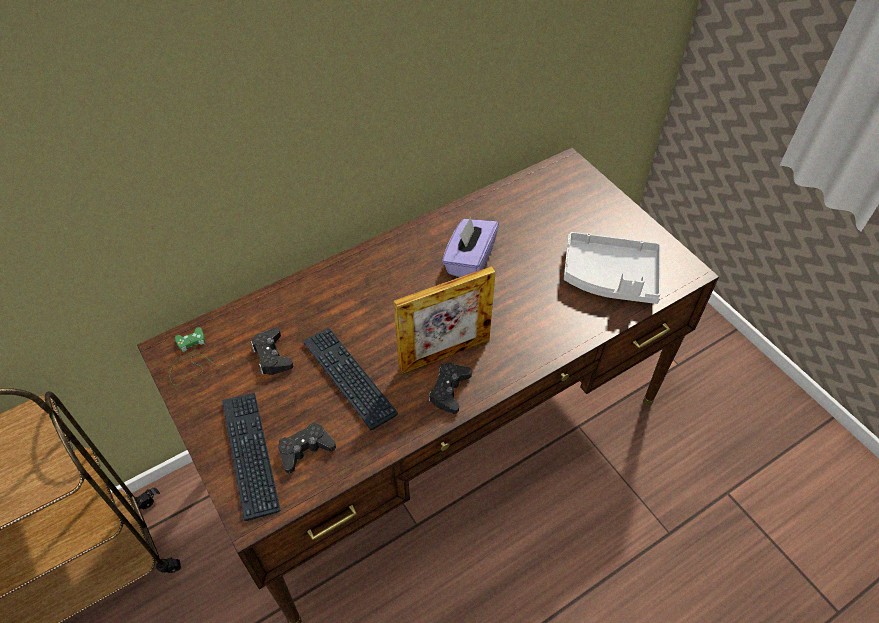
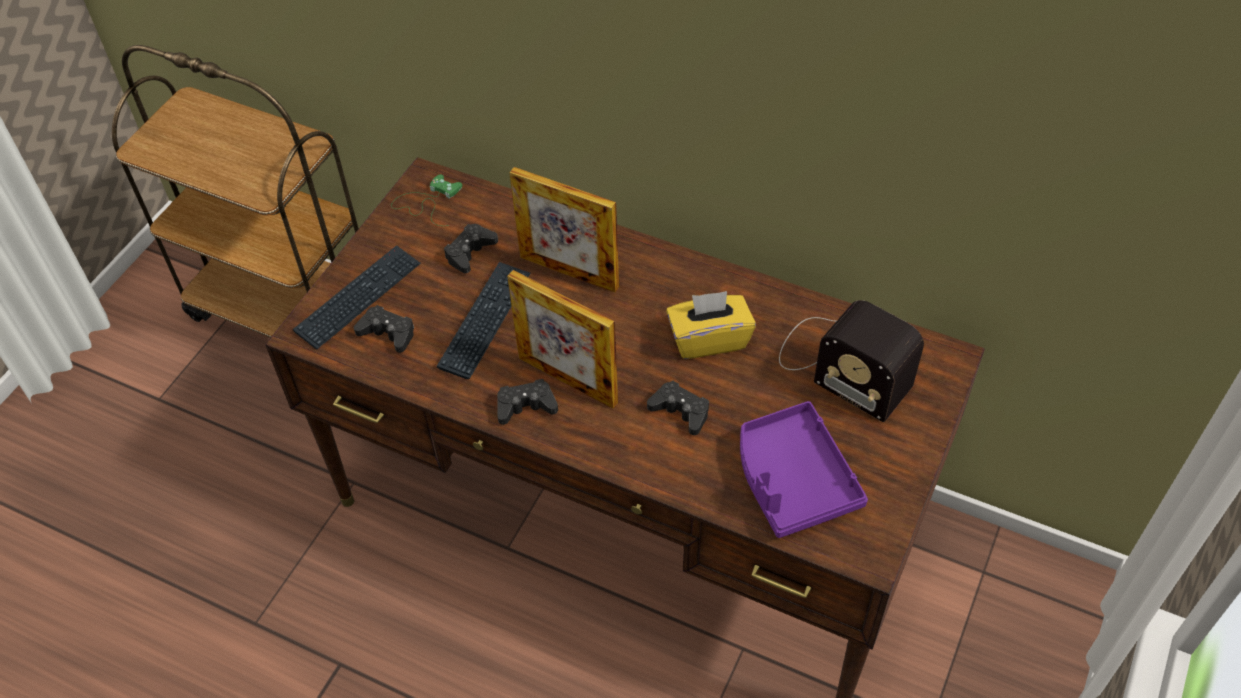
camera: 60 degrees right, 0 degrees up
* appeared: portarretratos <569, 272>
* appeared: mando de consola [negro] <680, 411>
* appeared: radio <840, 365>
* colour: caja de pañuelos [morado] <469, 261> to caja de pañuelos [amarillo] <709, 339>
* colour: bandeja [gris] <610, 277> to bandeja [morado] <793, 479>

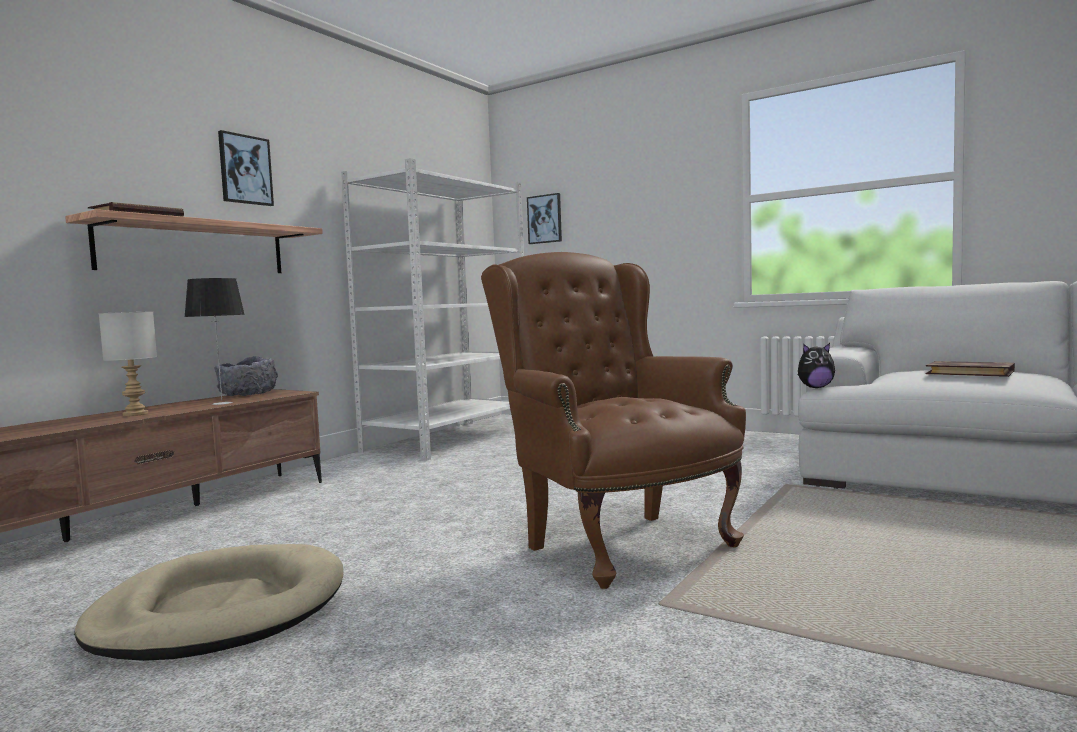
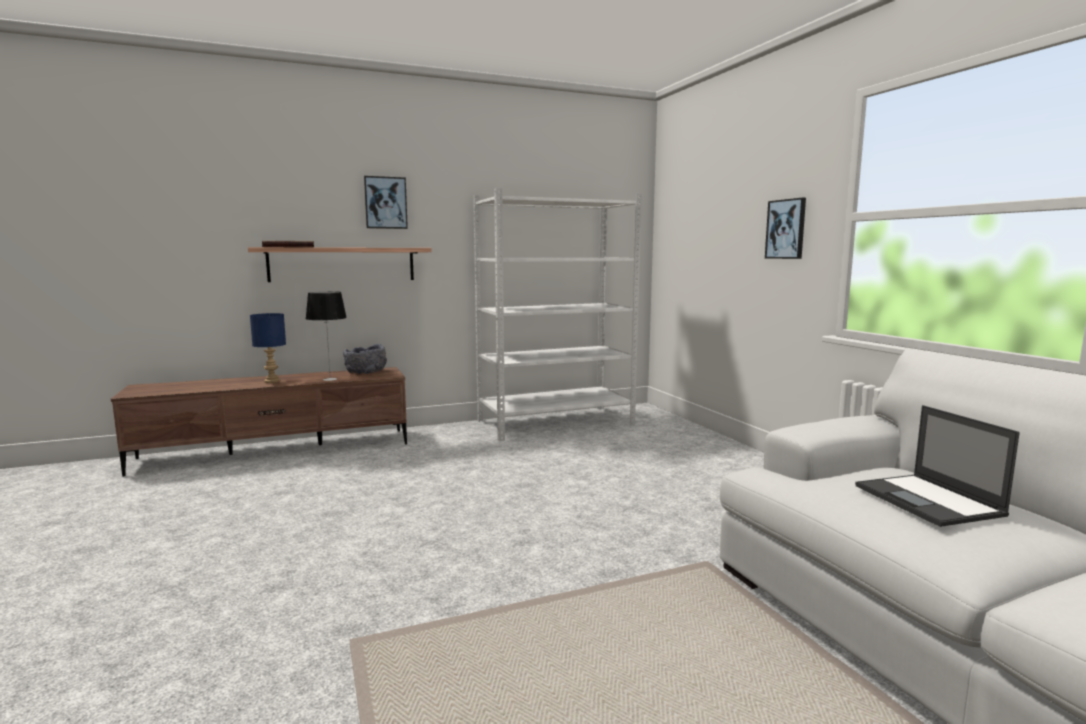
camera: 35 degrees right, 5 degrees up
* missing: cama para perro [beis] <220, 610>
* missing: sillón [marrón] <617, 541>
* missing: peluche <815, 388>
* relocated: cuadro <545, 219> to <786, 229>
* exchanged: libro <970, 372> to portátil <929, 501>
* colour: lámpara de mesa [gris] <135, 414> to lámpara de mesa [azul] <271, 381>

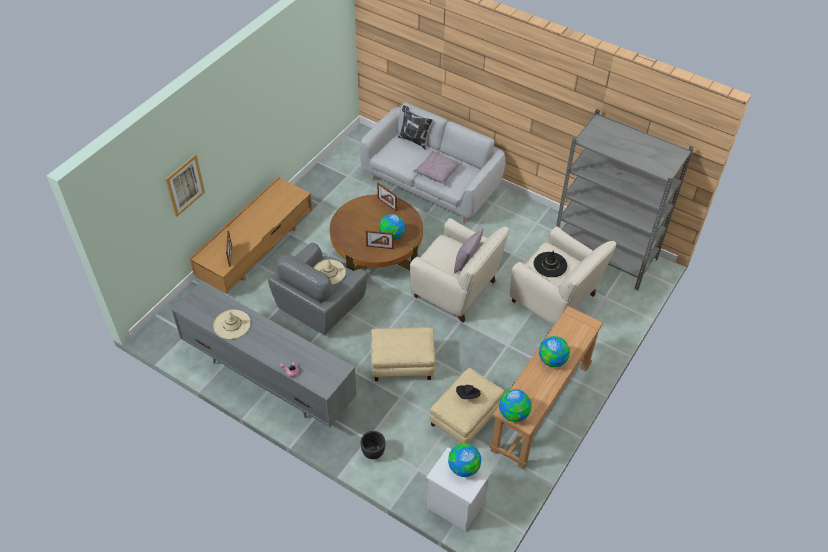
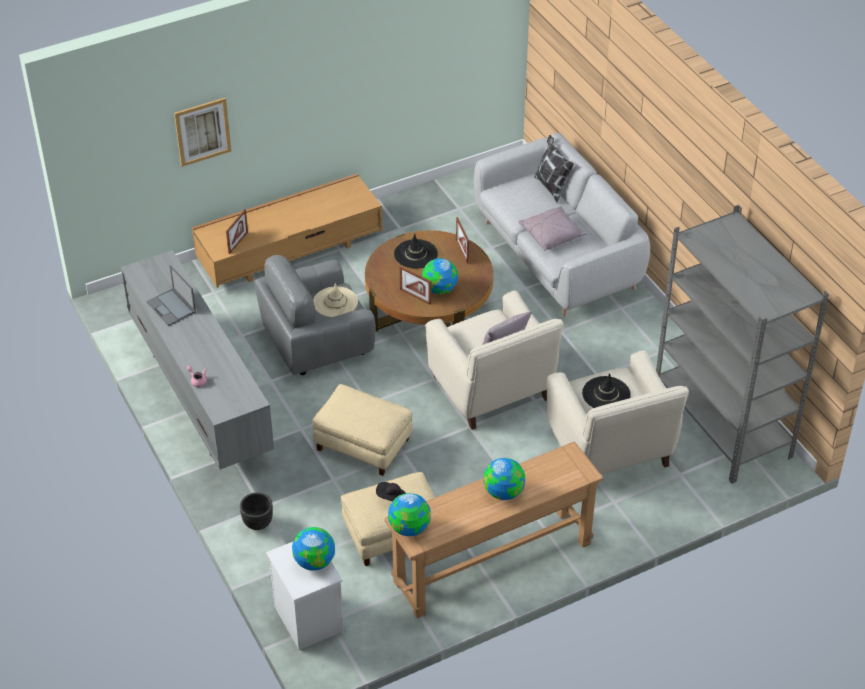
camera: 30 degrees right, 5 degrees down
* appeared: sombrero [negro] <416, 254>
* exchanged: sombrero [beis] <232, 324> to portátil <171, 307>

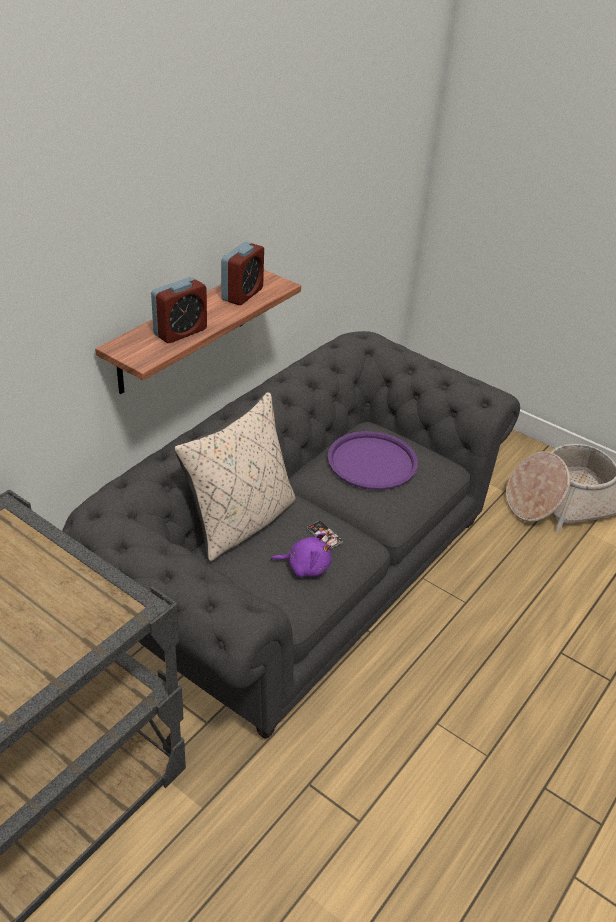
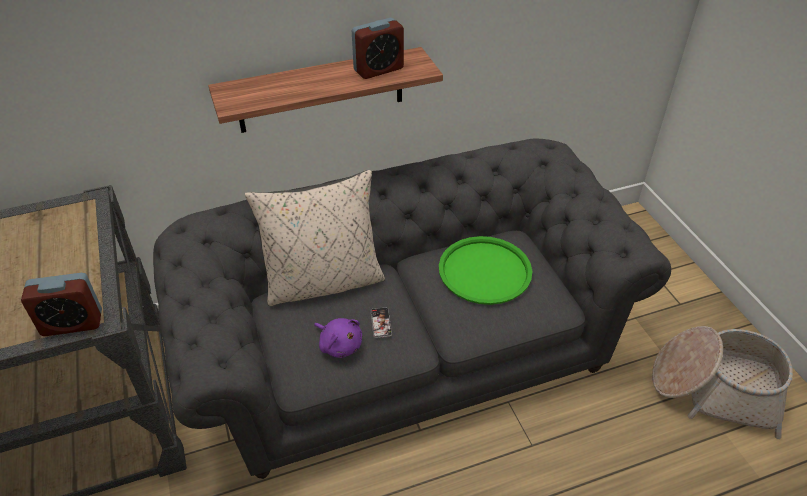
camera: 35 degrees right, 5 degrees up
* relocated: despertador <180, 332> to <72, 323>
* colour: bandeja [morado] <372, 461> to bandeja [verde] <484, 271>

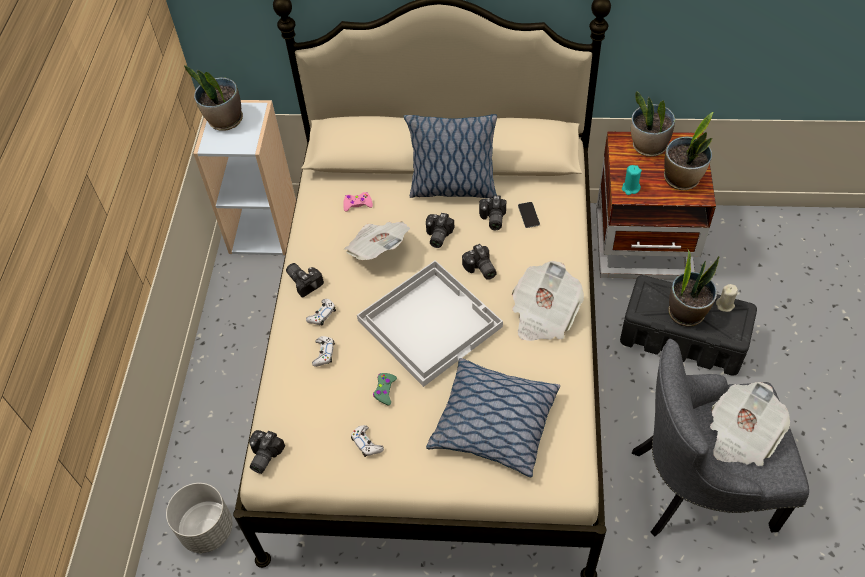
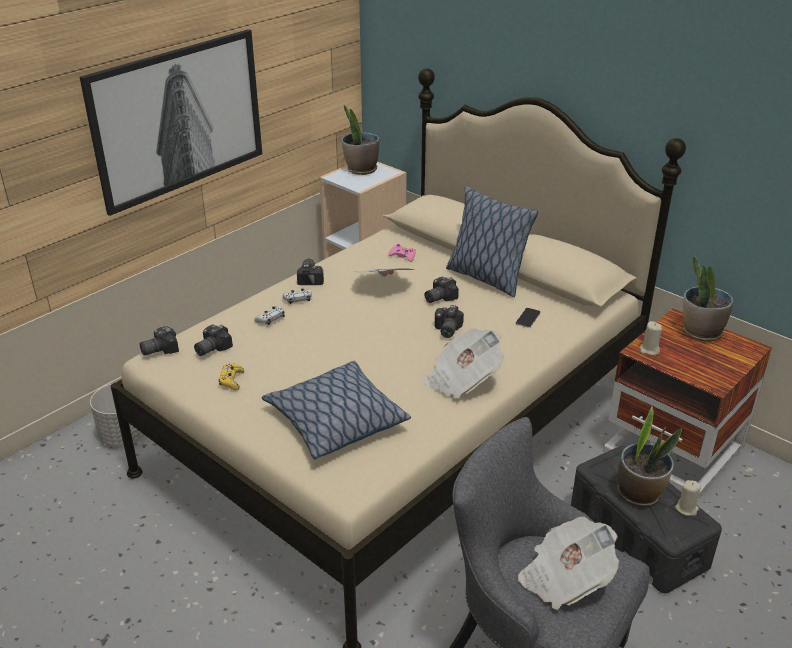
camera: 35 degrees right, 20 degrees down
* missing: bandeja [blanco] <429, 322>
* missing: mando de consola [verde] <385, 390>
* missing: planta en maceta <682, 179>
* appeared: cuadro <178, 118>
* relocated: cámara <492, 219> to <210, 348>
* colour: mando de consola [blanco] <366, 443> to mando de consola [amarillo] <231, 380>
* colour: vela [turquesa] <630, 188> to vela [beis] <649, 350>

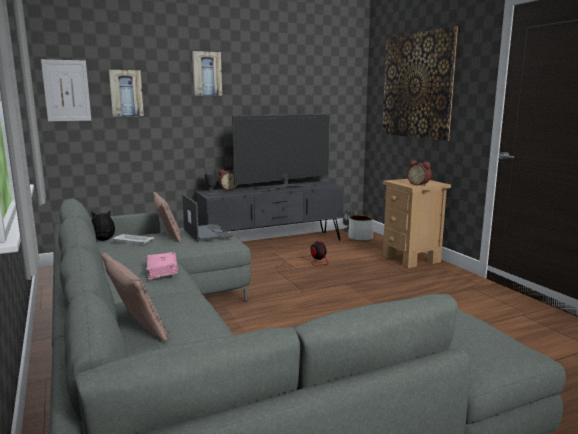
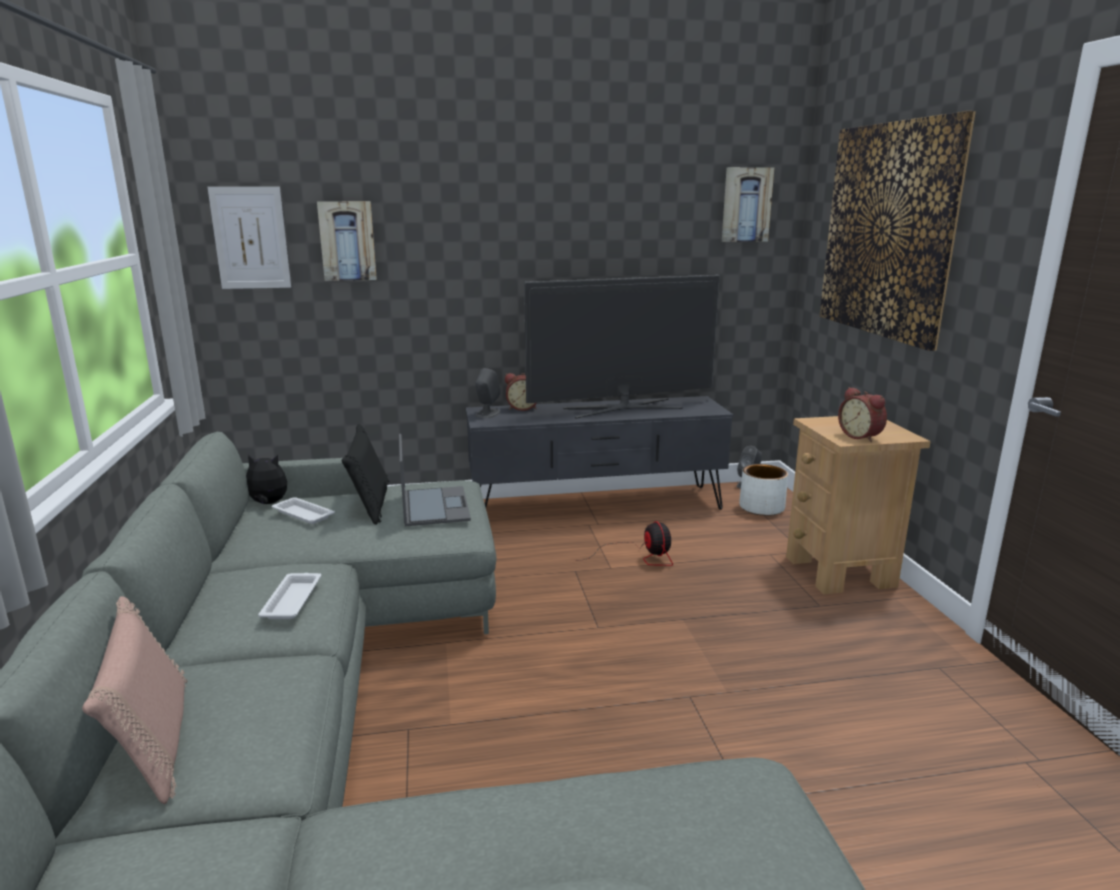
camera: 15 degrees right, 5 degrees up
* relocated: cuadro <206, 74> to <746, 205>
* exchanged: libro [rosa] <162, 271> to bandeja [blanco] <293, 600>
* colour: cojín [beis] <168, 235> to cojín [negro] <370, 503>

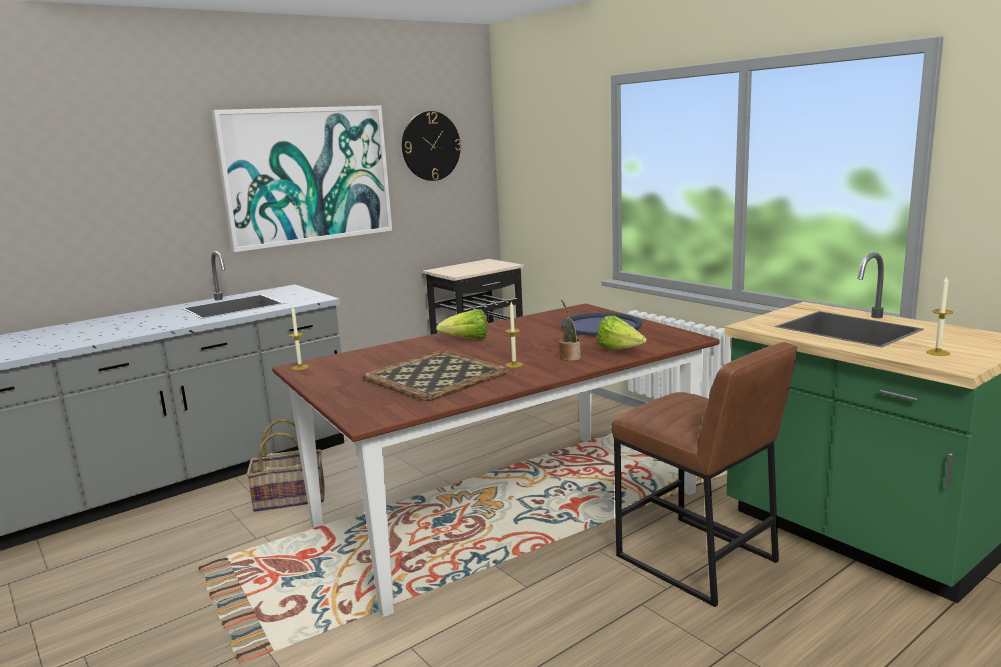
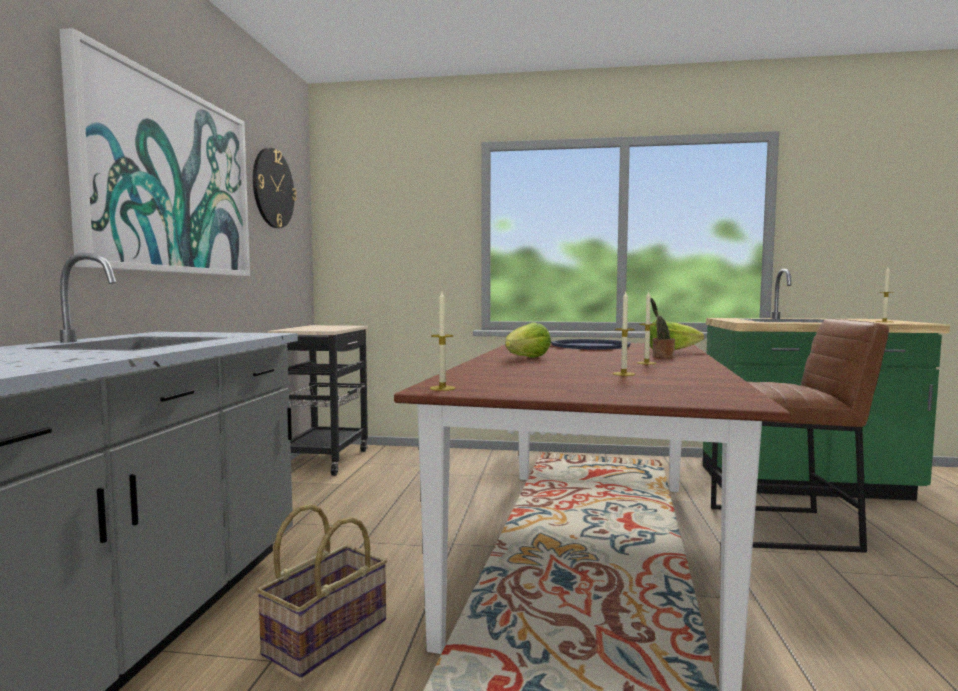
camera: 45 degrees left, 10 degrees down
* exchanged: bandeja <437, 375> to vela <623, 374>

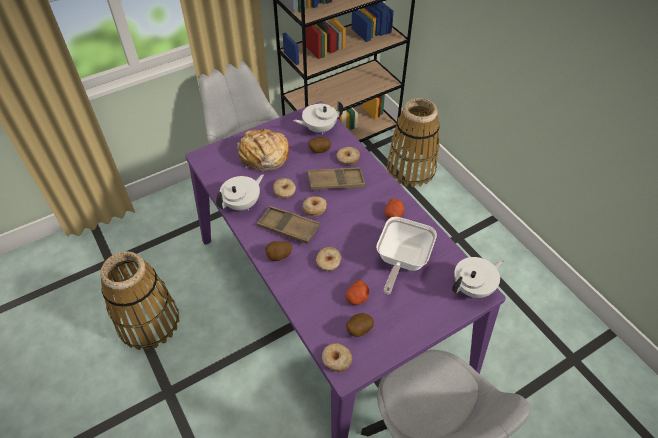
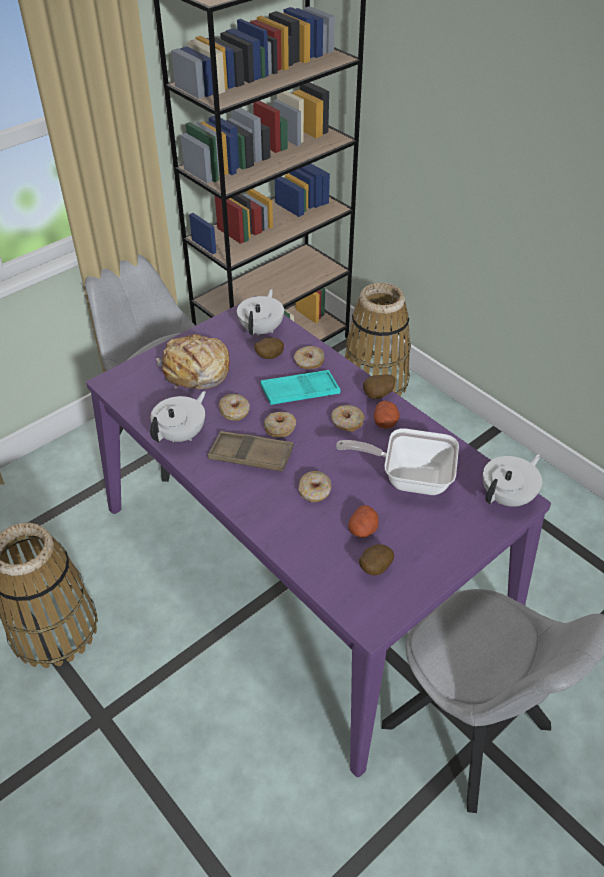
camera: 10 degrees left, 5 degrees down
* relocated: patata <279, 257> to <378, 396>
* relocated: rosquilla <336, 360> to <347, 422>
* colour: bandeja [marrón] <336, 182> to bandeja [turquesa] <300, 392>
* spun: tetera [blanco] <319, 128> = <262, 329> 135 degrees clockwise
* spun: sartén <401, 261> = <409, 477> 90 degrees clockwise

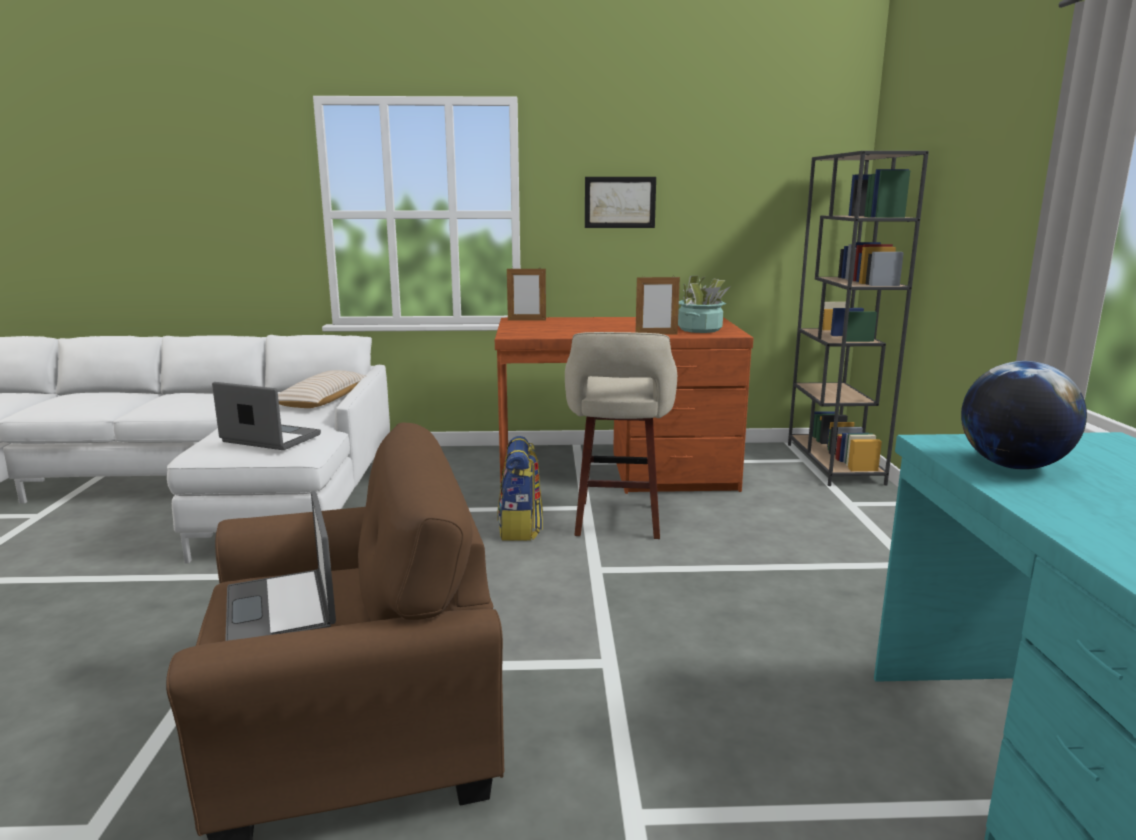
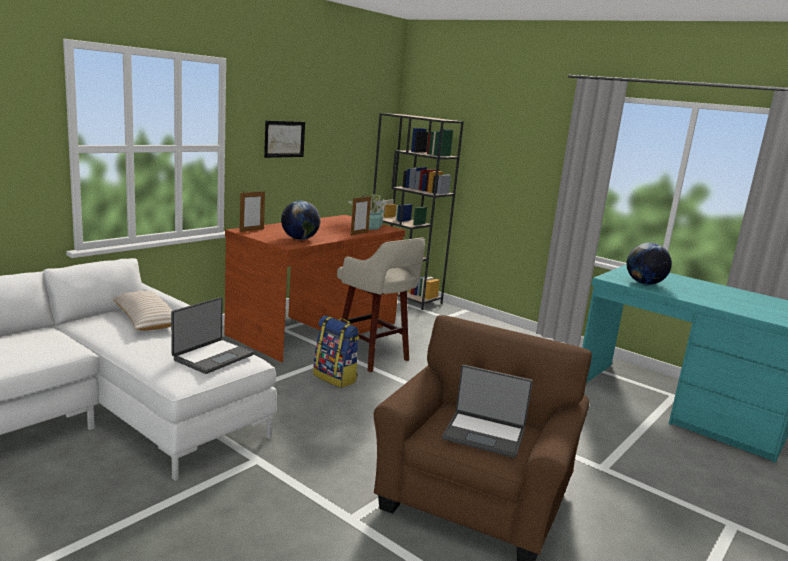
camera: 50 degrees left, 0 degrees up
* appeared: globo terráqueo <299, 239>
* spun: portátil <269, 439> = <212, 357> 150 degrees clockwise

